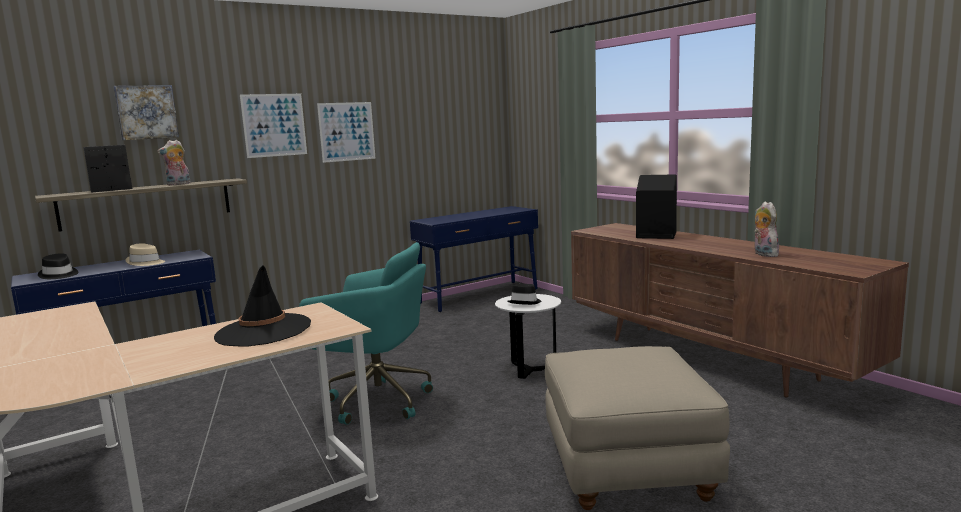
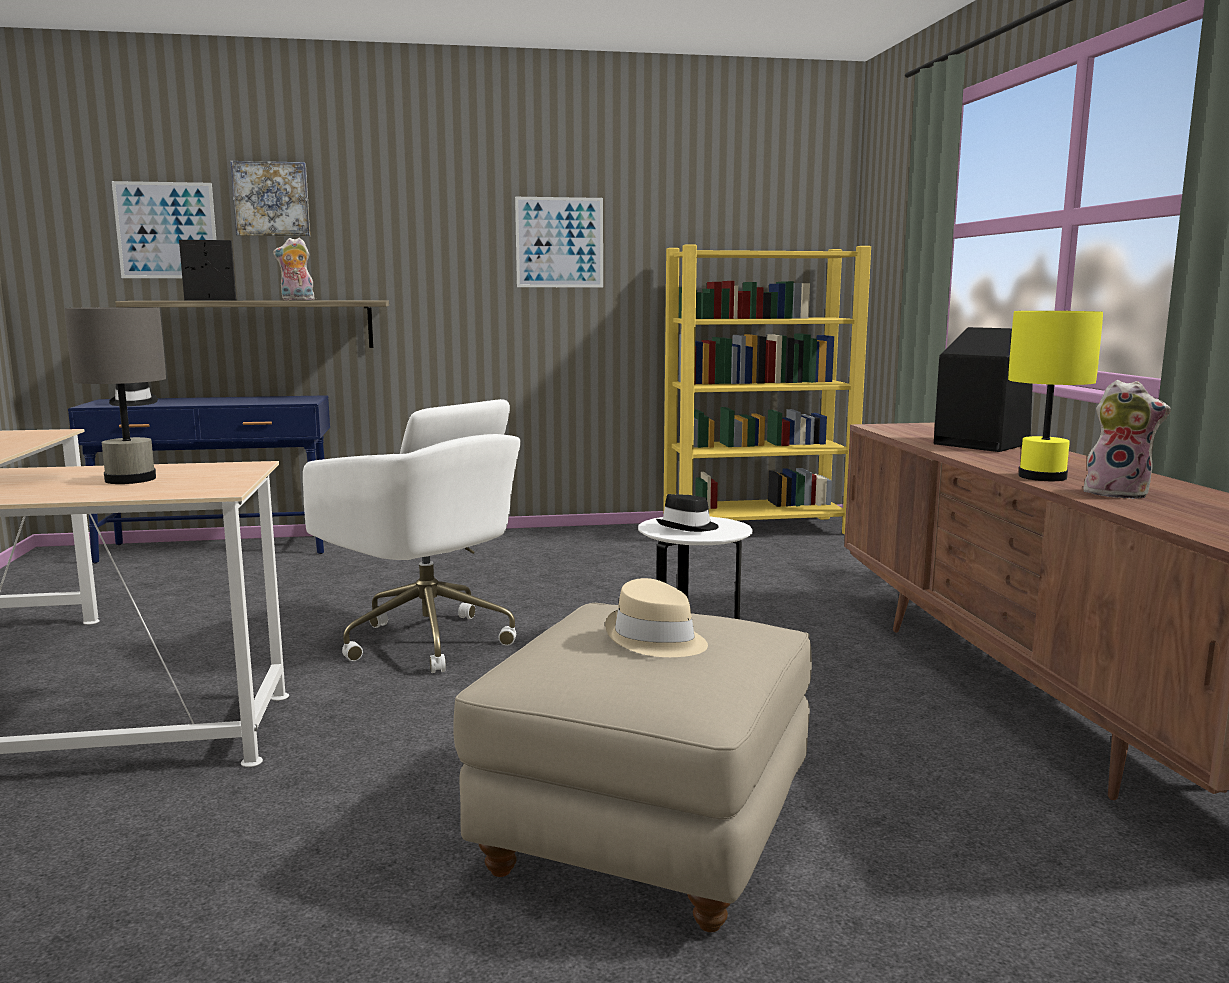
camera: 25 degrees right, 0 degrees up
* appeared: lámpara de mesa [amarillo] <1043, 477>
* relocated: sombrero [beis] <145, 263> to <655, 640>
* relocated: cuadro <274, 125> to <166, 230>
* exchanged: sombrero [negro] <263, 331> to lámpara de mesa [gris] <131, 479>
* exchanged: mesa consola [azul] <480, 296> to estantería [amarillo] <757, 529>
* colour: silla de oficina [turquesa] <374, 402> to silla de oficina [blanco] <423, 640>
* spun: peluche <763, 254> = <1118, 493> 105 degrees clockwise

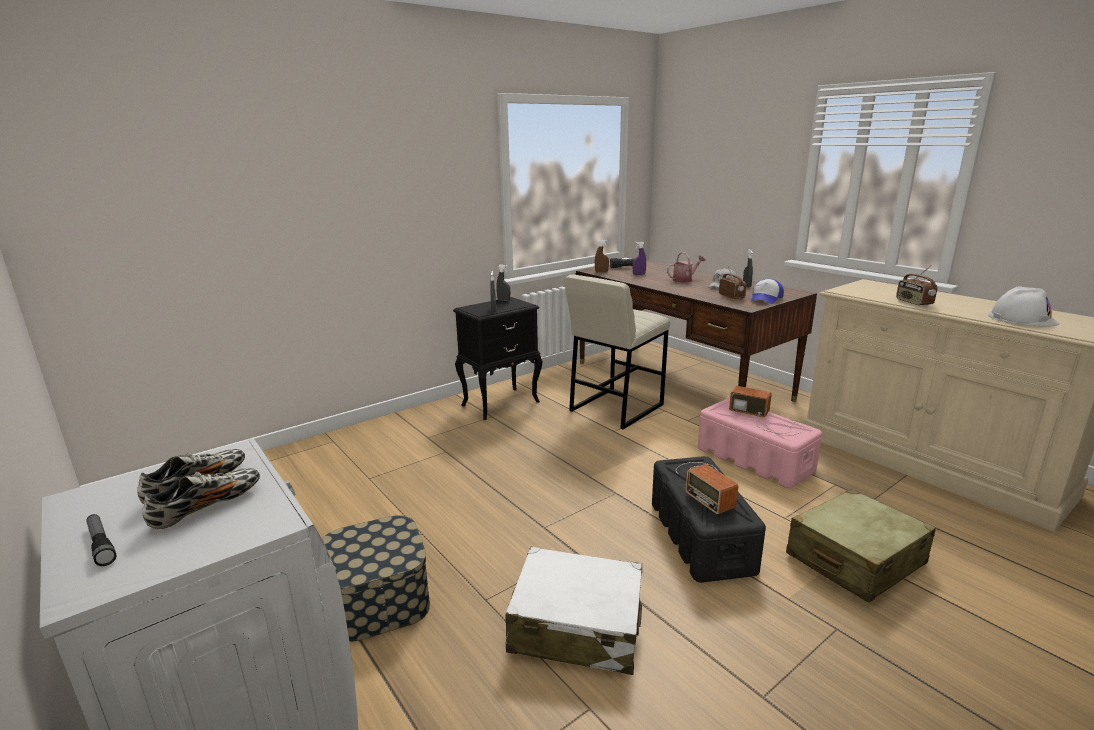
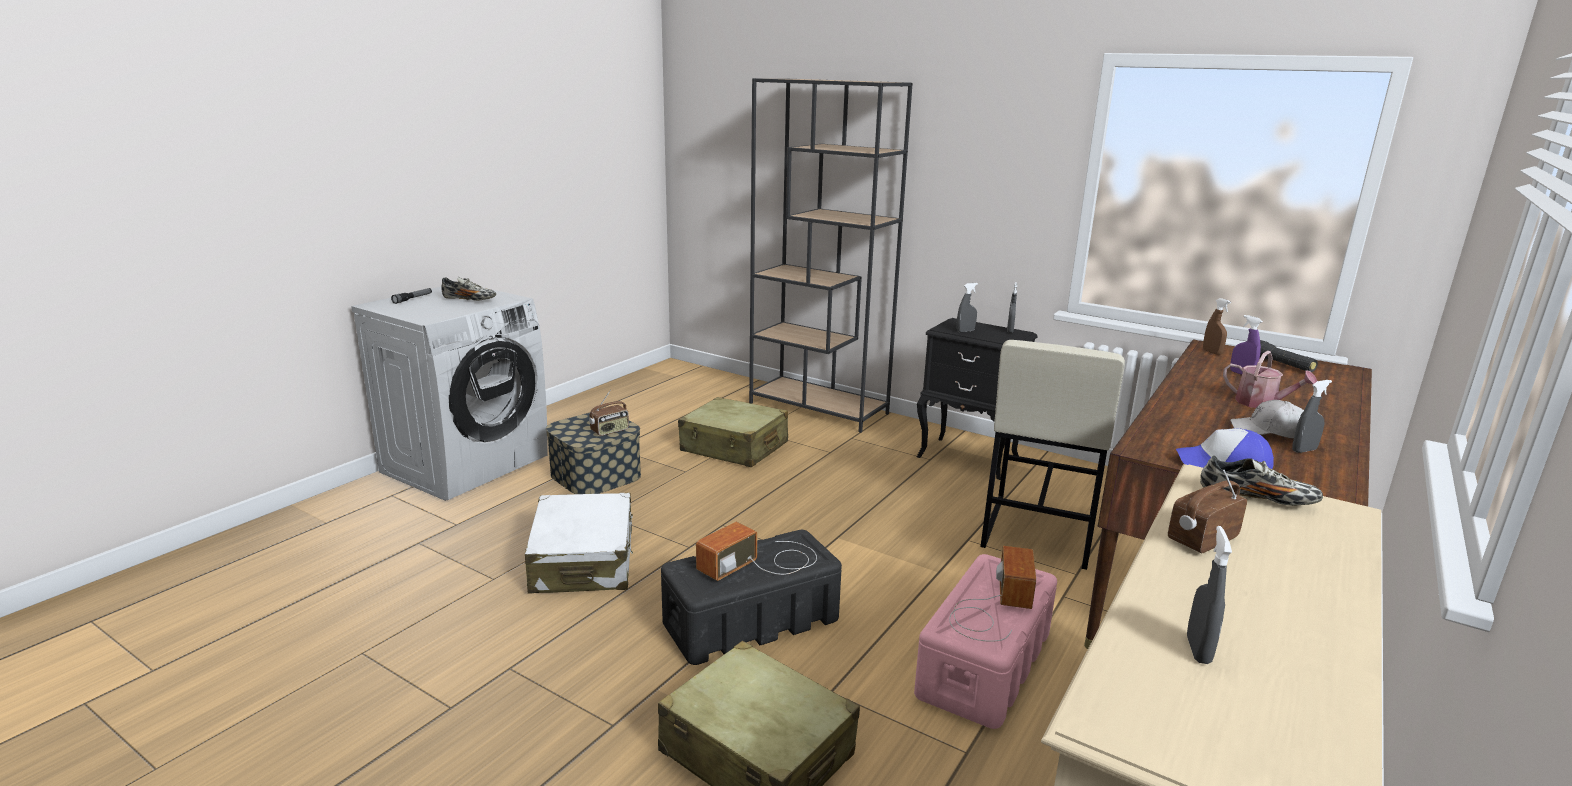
camera: 70 degrees right, 0 degrees up
* appeared: maleta [beis] <734, 447>
* appeared: estantería <819, 408>
* relocated: zapato <207, 507> to <1256, 499>
* relocated: radio <732, 296> to <610, 431>
* exchanged: casco [blanco] <1022, 319> to pulverizador [gris] <1198, 650>
* spun: silla [beis] <615, 408> = <1038, 533> 90 degrees counterclockwise

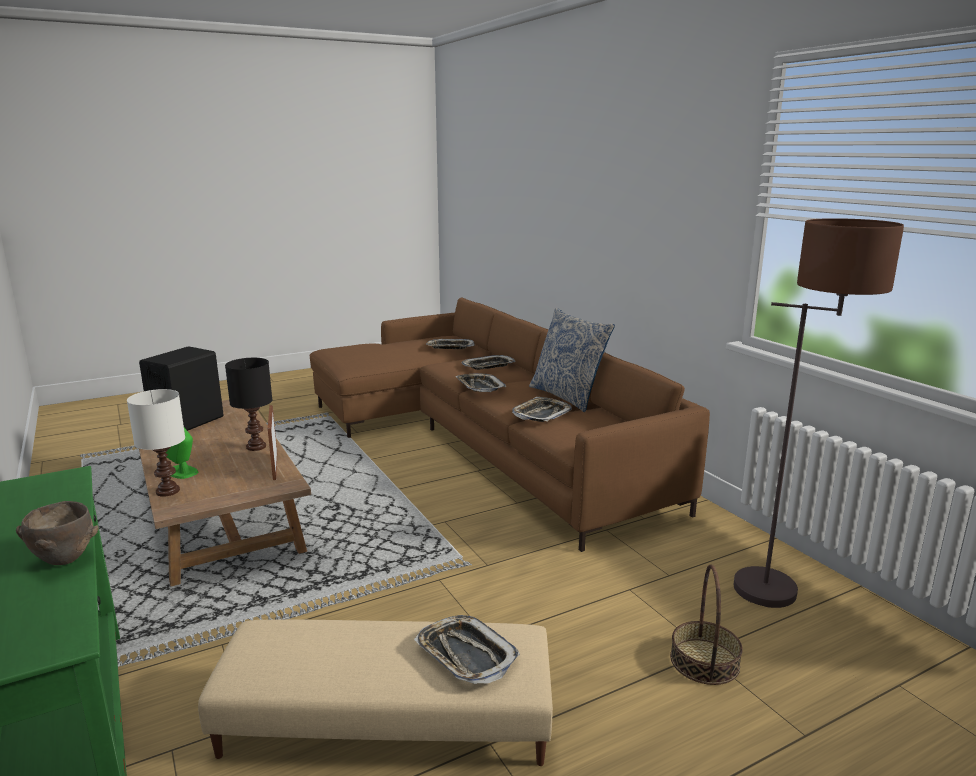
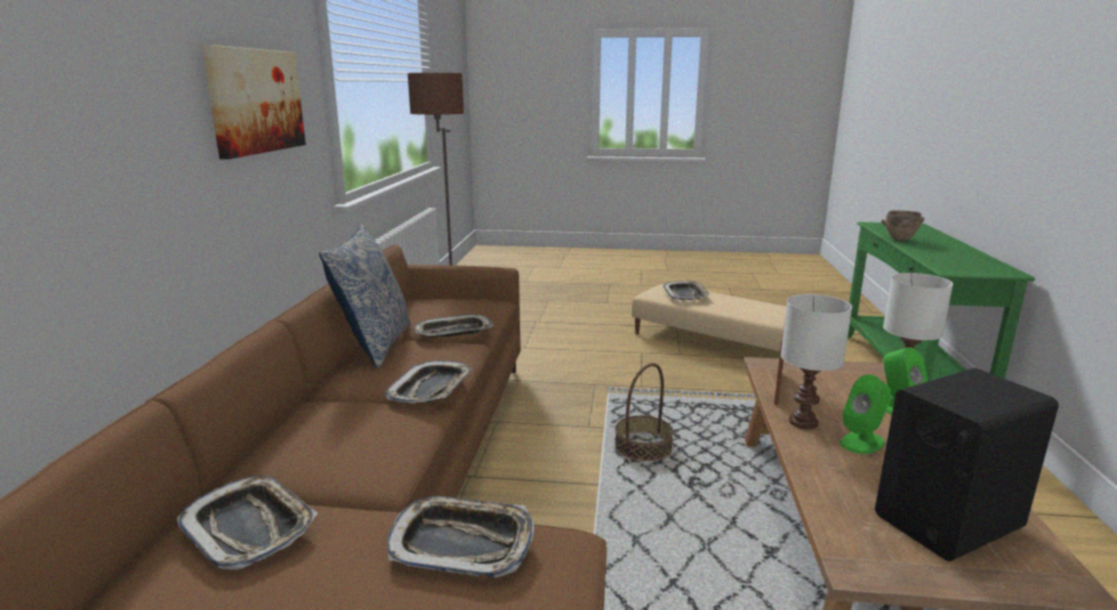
camera: 145 degrees left, 0 degrees up
* appeared: cuadro <255, 101>
* appeared: altavoz [verde] <862, 442>
* relocated: bandeja <488, 366> to <462, 543>
* relocated: cesta <704, 661> to <643, 446>
* colour: lámpara de mesa [negro] <256, 446> to lámpara de mesa [blanco] <803, 423>

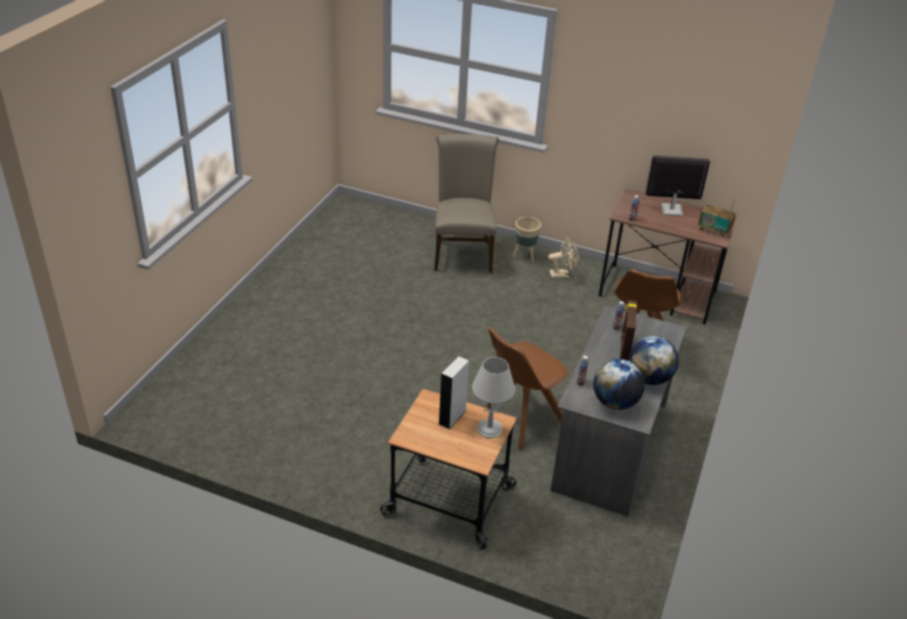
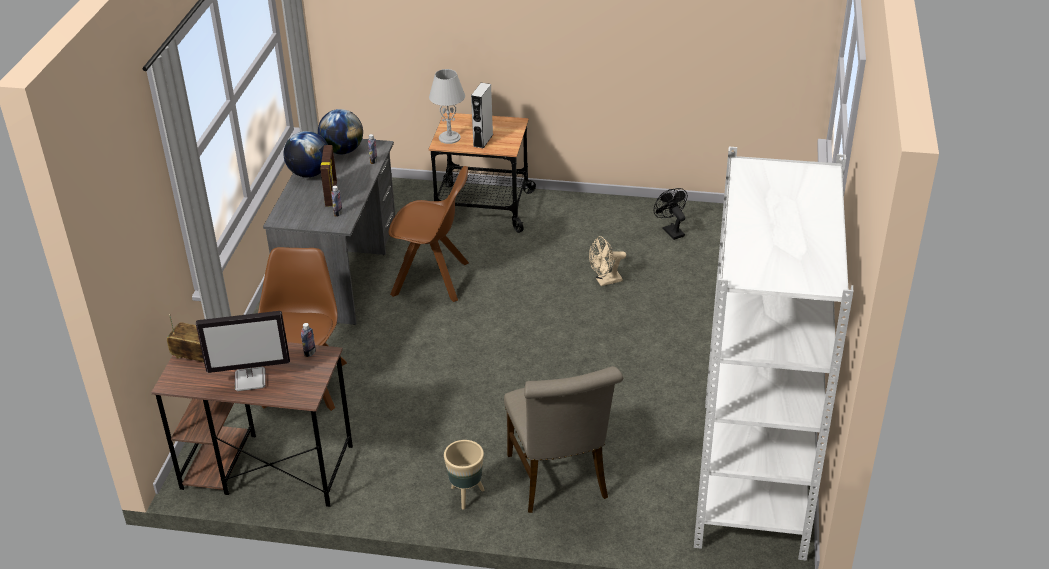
camera: 170 degrees right, 0 degrees up
* appeared: ventilador [negro] <671, 230>
* appeared: estantería [blanco] <752, 476>
* relocated: ventilador [beis] <562, 274> to <605, 281>
* spun: silla [marrón] <520, 419> = <433, 279> 60 degrees clockwise

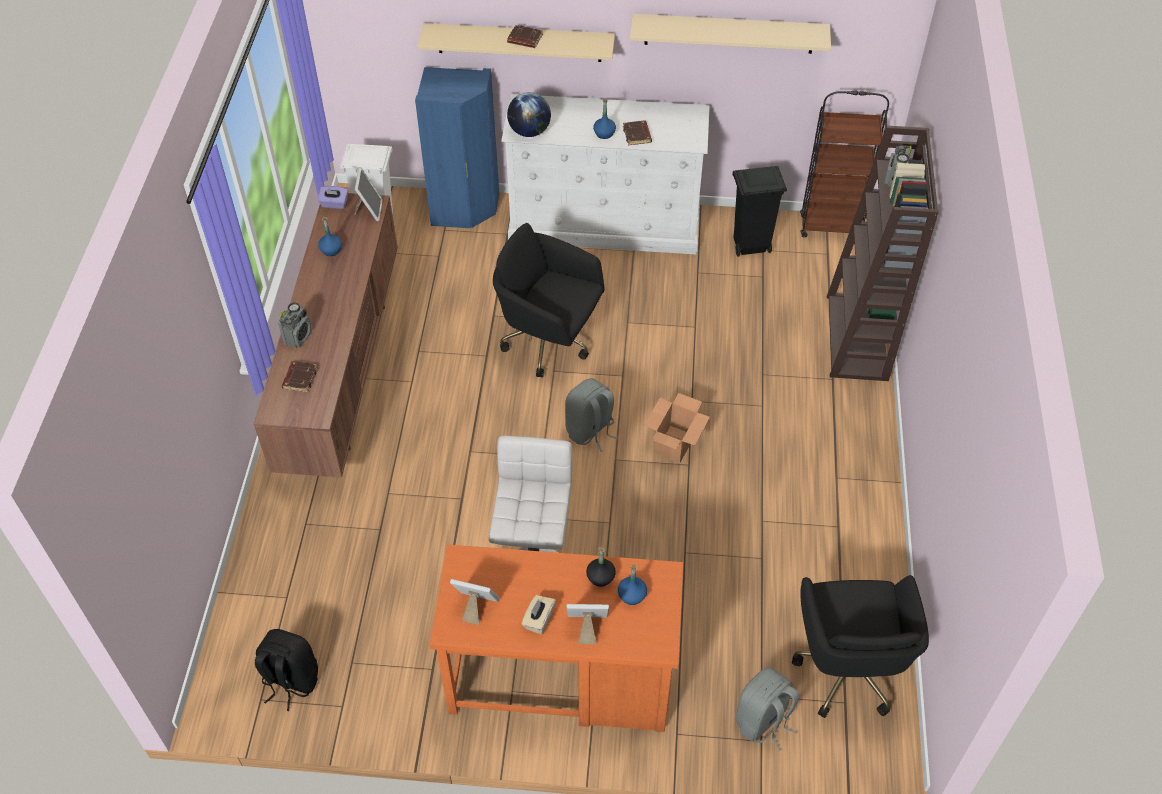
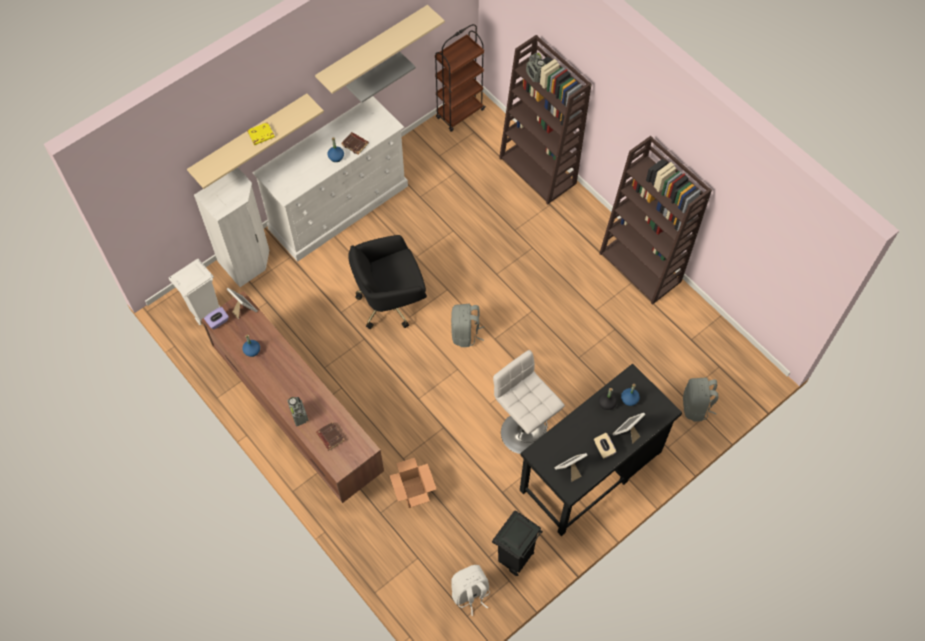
camera: 45 degrees left, 10 degrees up
* missing: globo terráqueo <529, 131>
* missing: silla de oficina [negro] <845, 669>
* appeared: estante [gris] <374, 76>
* appeared: estantería [marrón] <641, 267>
* relocated: caja de cartón <674, 444> to <413, 492>
* relocated: papelera [negro] <750, 246> to <514, 558>
* colour: mochila [negro] <290, 681> to mochila [blanco] <470, 594>
* colour: armario [azul] <464, 208> to armario [blanco] <247, 260>
* colour: escritorio [naranja] <560, 679> to escritorio [negro] <591, 471>
* colour: libro [marrón] <524, 39> to libro [amarillo] <261, 135>

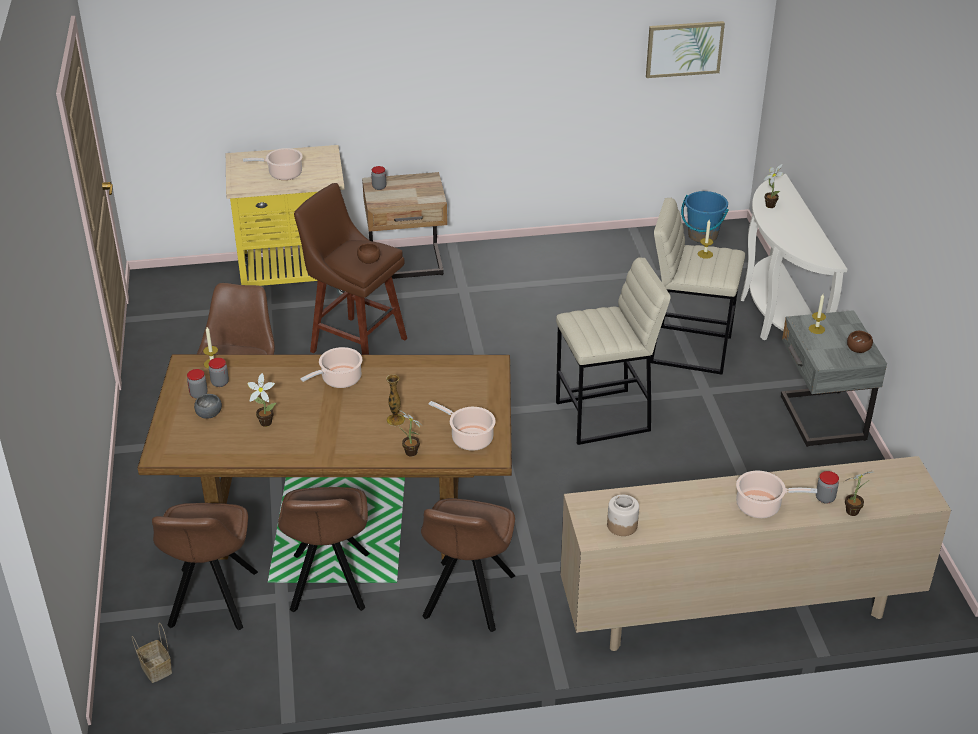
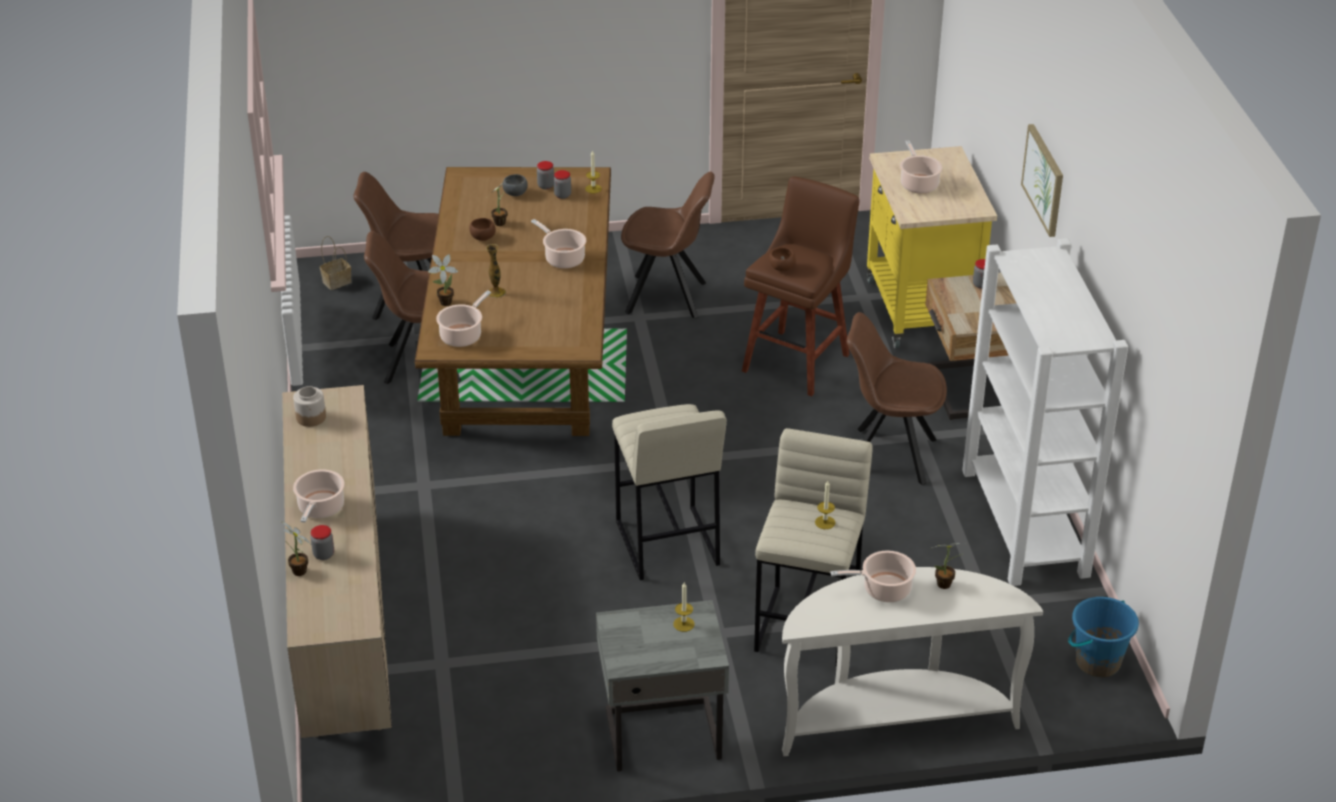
camera: 90 degrees right, 0 degrees up
* appeared: olla <883, 589>
* appeared: estantería [blanco] <1025, 523>
* relocated: silla [marrón] <468, 596> to <890, 455>
* relocated: cuadro <684, 48> to <1044, 179>
* relocated: cuenco [marrón] <859, 349> to <482, 238>

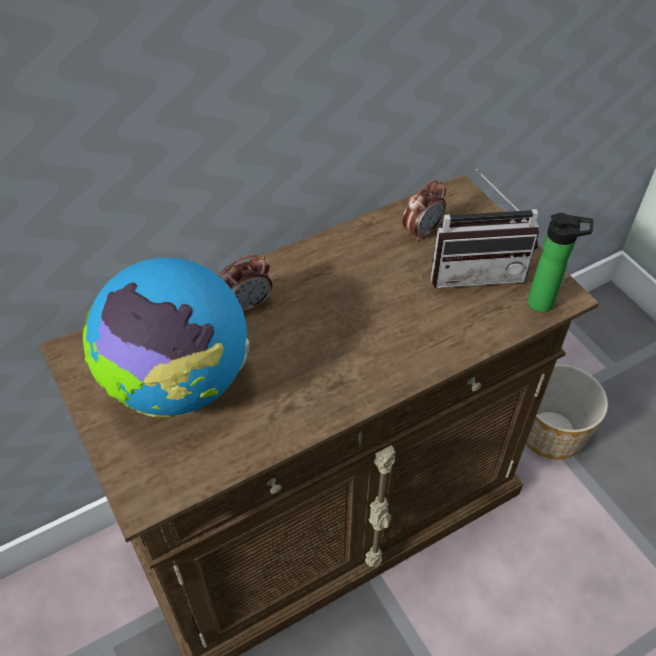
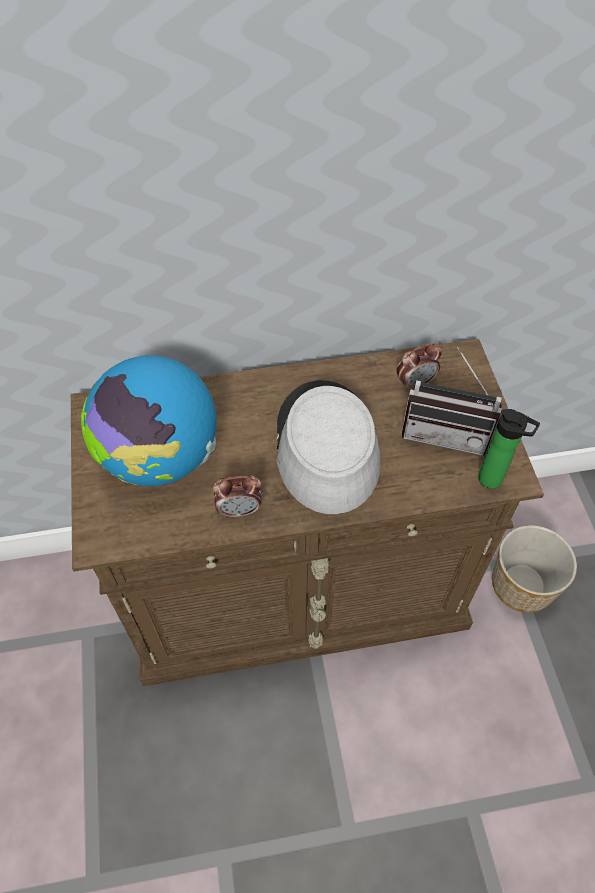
camera: 20 degrees right, 5 degrees up
* appeared: sombrero [gris] <325, 447>
* relocated: despertador <248, 304> to <239, 510>

